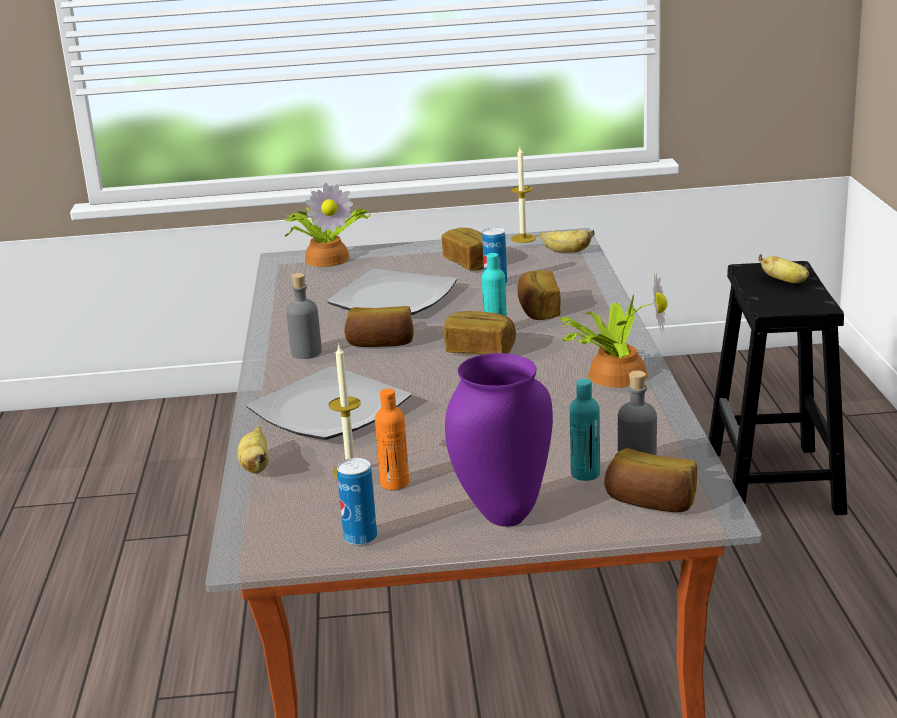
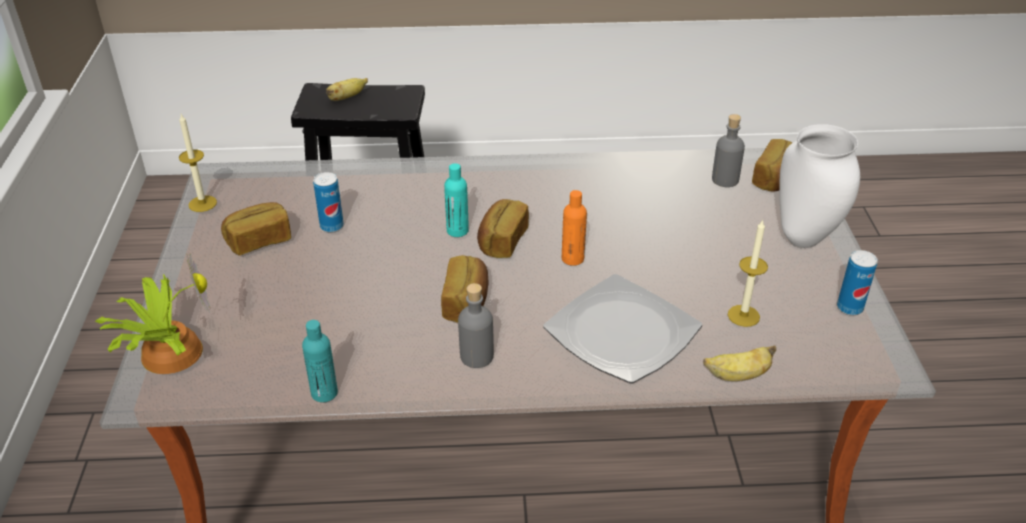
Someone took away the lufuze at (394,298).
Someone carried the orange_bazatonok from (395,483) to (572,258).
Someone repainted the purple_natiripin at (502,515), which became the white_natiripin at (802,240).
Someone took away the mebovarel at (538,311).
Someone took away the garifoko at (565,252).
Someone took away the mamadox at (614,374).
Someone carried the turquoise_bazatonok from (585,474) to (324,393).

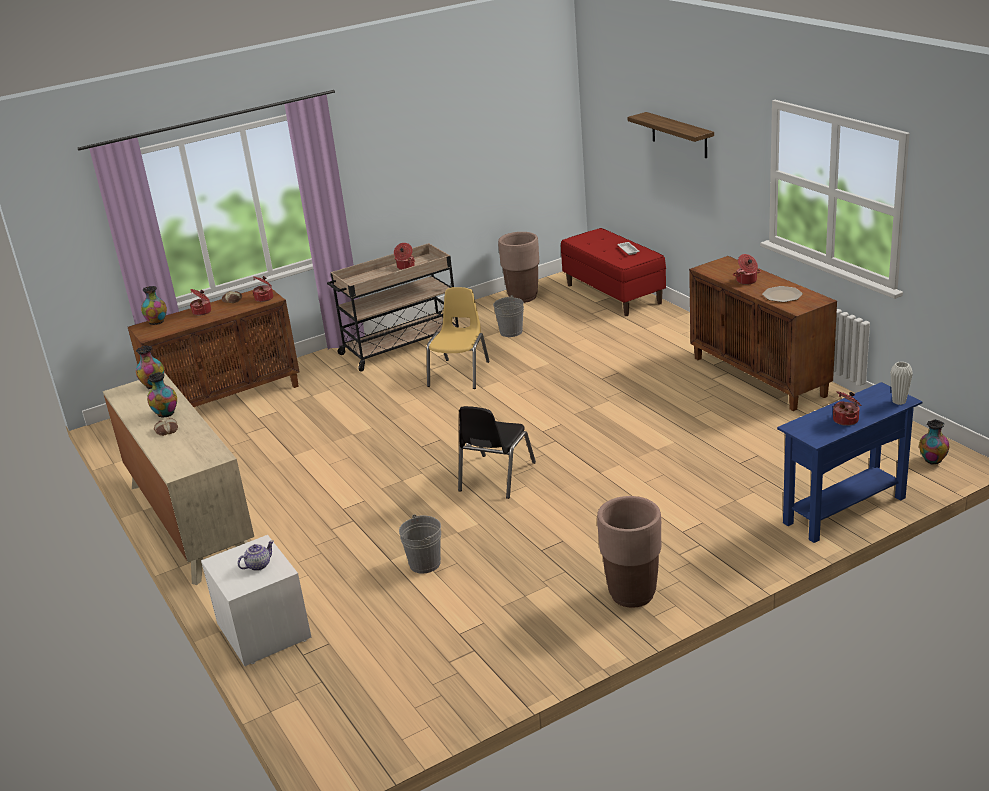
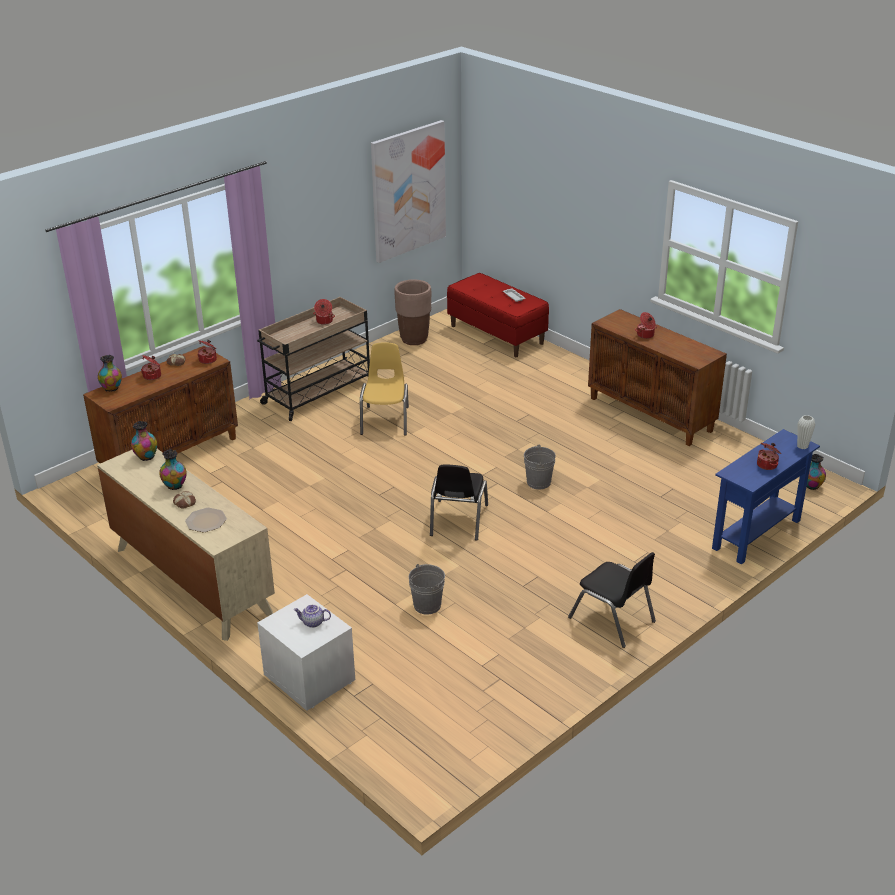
Someone rotated the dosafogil at (258,565) by 120 degrees counterclockwise.
Someone carried the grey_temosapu from (511,332) to (538,482).
Someone swapped the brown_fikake at (632,594) for the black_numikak at (612,620).
Someone took away the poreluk at (679,135).
Someone carried the lufuze from (781,295) to (205,521).
Someone put up the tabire at (408,191).

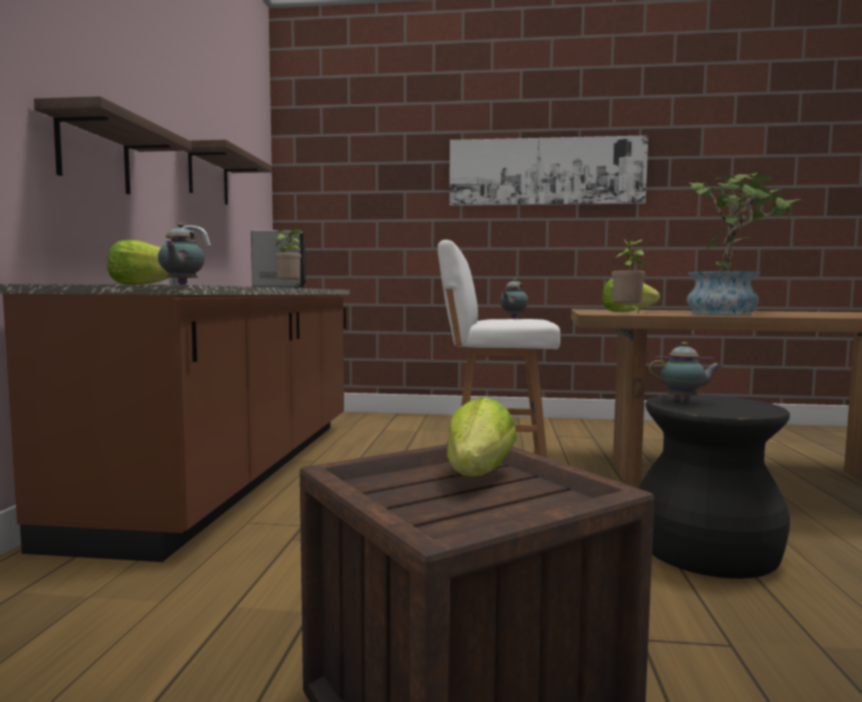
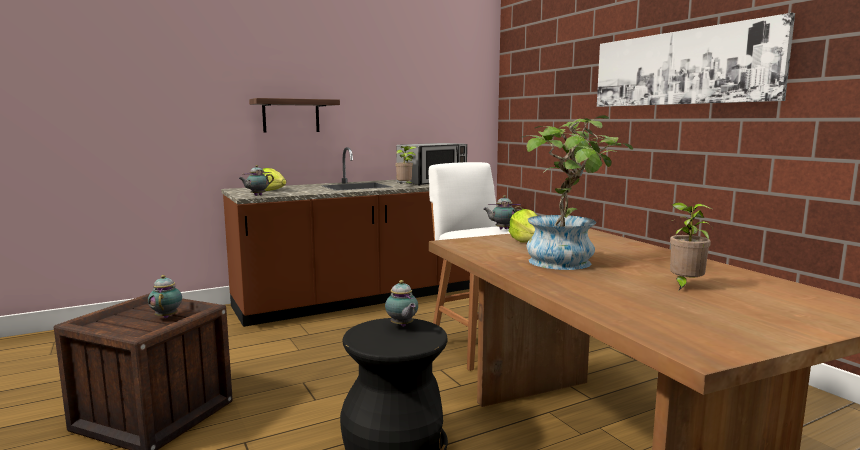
Someone took away the poreluk at (208,176).
Someone swapped the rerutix at (478,474) for the dosafogil at (167,316).
Someone carried the mamadox from (627,313) to (684,286).

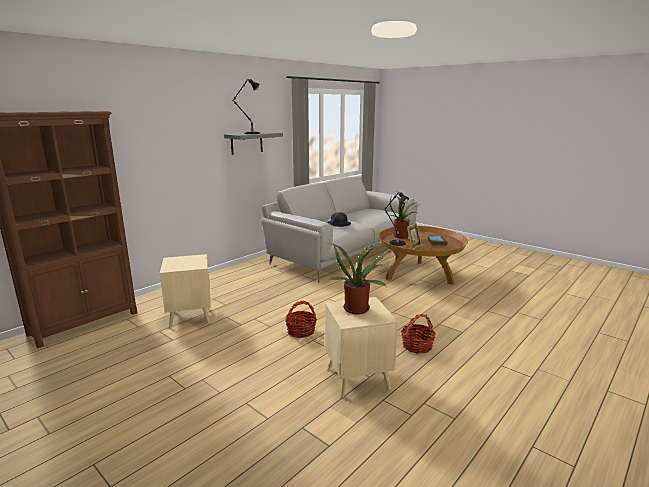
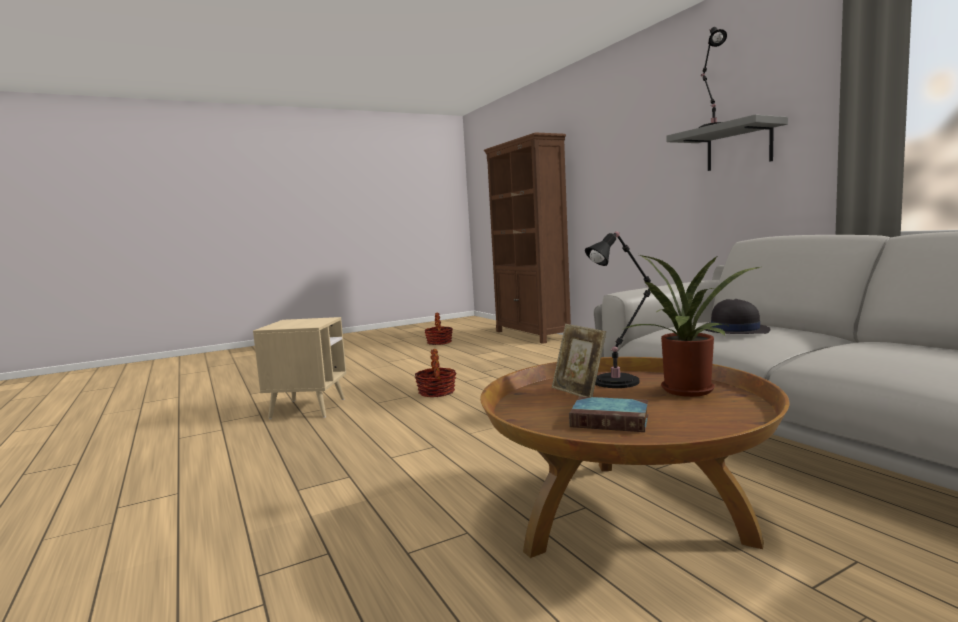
Someone took away the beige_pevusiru at (190,316).
Someone took away the mamadox at (358,308).
Someone carried the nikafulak from (417,346) to (439,342).

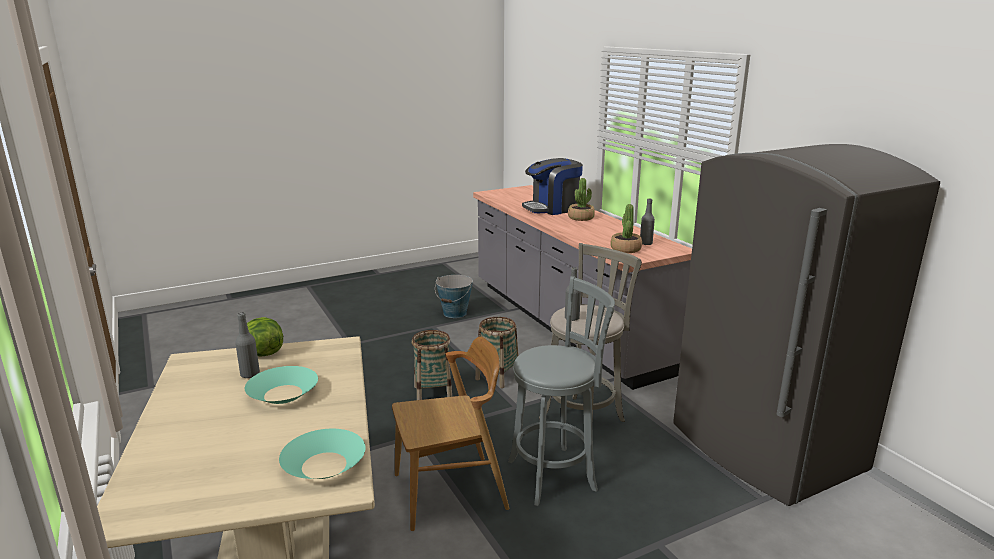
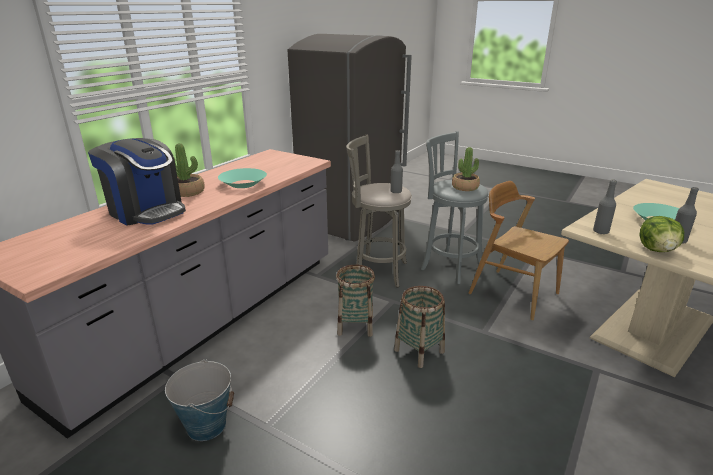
Someone carried the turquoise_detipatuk from (324,465) to (243,184).
Someone carried the mamadox from (625,249) to (465,187).
Someone carried the grey_bazatonok from (646,243) to (600,231).

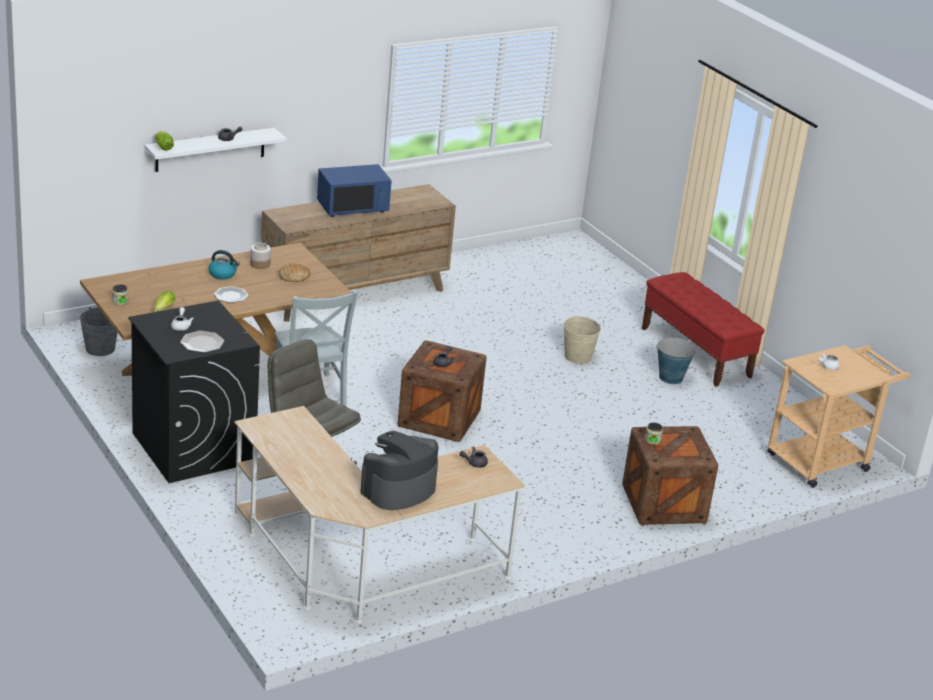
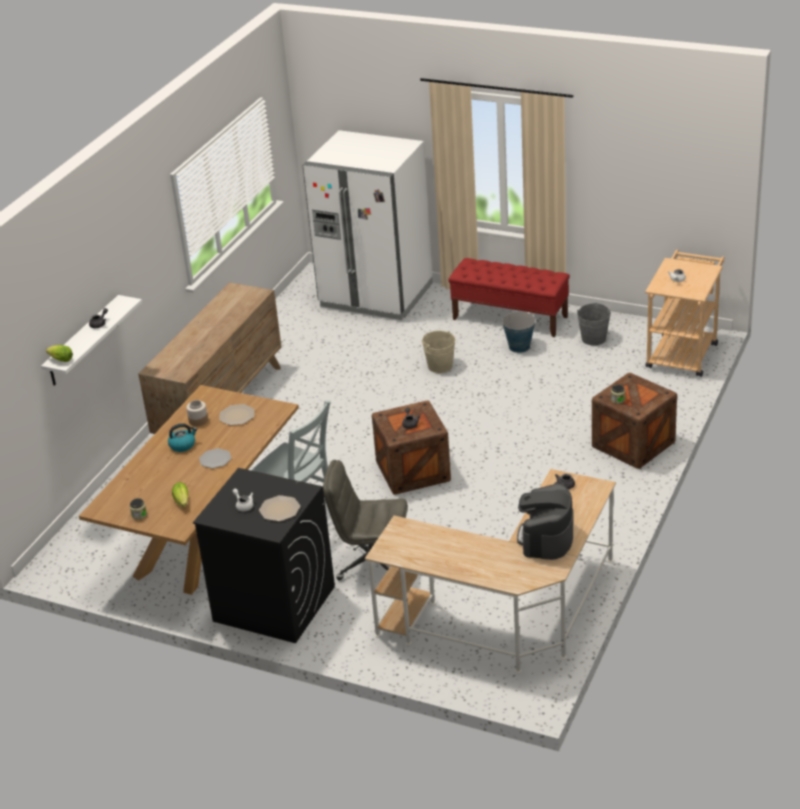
Someone carried the grey_temosapu from (100,349) to (593,338).
Someone swapped the mebovarel at (293,276) for the lufuze at (236,415).
Someone took away the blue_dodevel at (353,207).
Someone put down the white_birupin at (376,296).

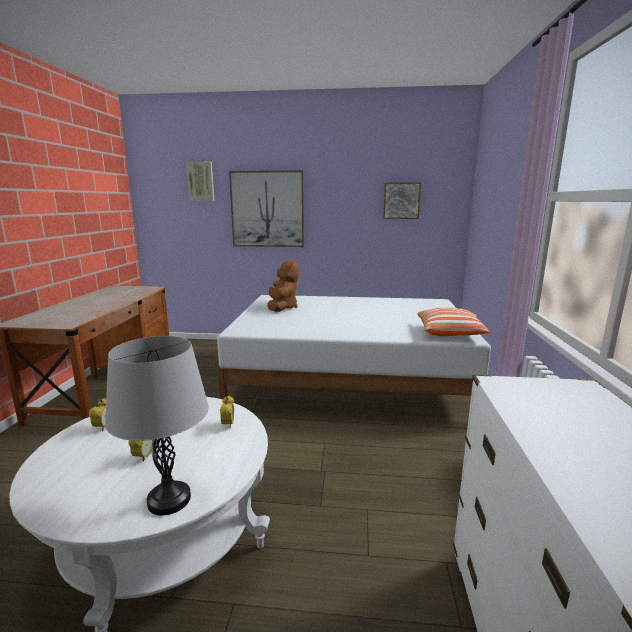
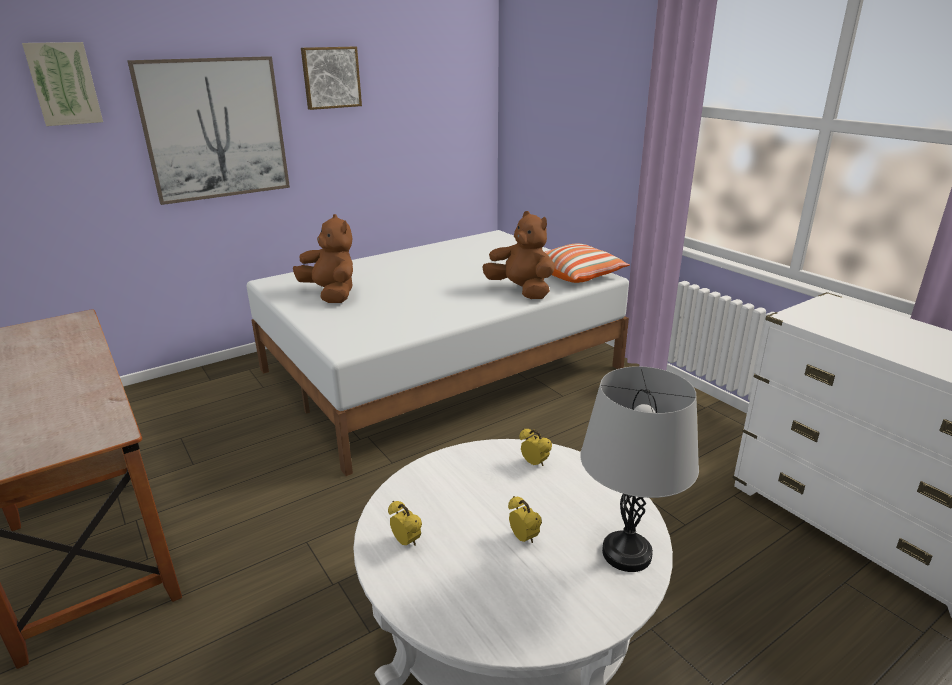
Someone carried the tabire from (401,200) to (331,77).
Someone put down the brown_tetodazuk at (521,291).

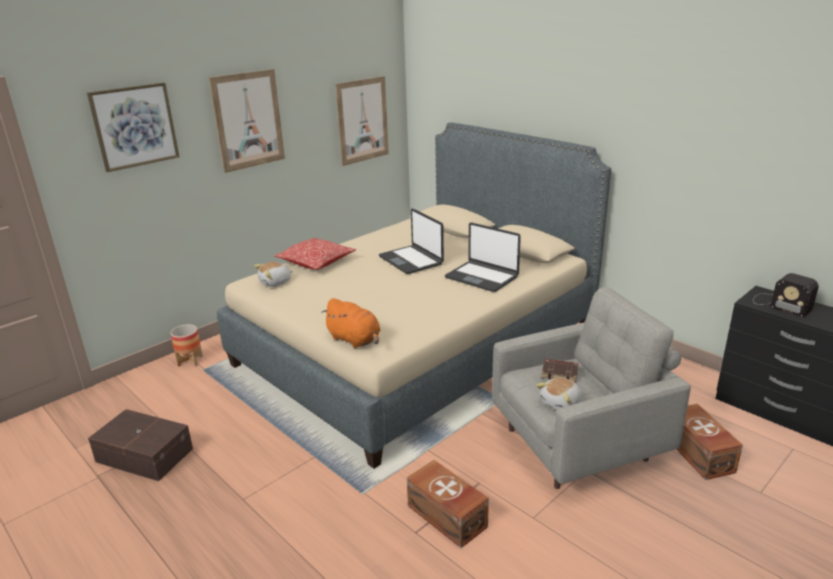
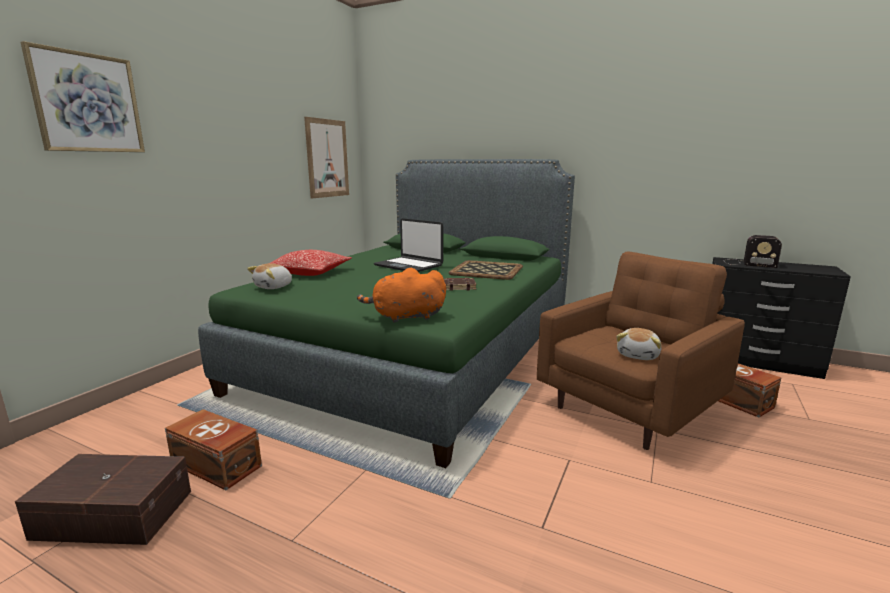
Someone took away the fikake at (190,361).
Someone took away the tabire at (248,120).
Someone repainted the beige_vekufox at (417,345), which became the green_vekufox at (417,354).
Someone rotated the orange_tetodazuk at (355,340) by 150 degrees clockwise.
Someone carried the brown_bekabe from (447,517) to (216,466).
Someone swapped the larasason at (482,277) for the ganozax at (487,270).
Someone repainted the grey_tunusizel at (580,444), which became the brown_tunusizel at (631,408).
Someone carried the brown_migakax from (560,373) to (459,287).

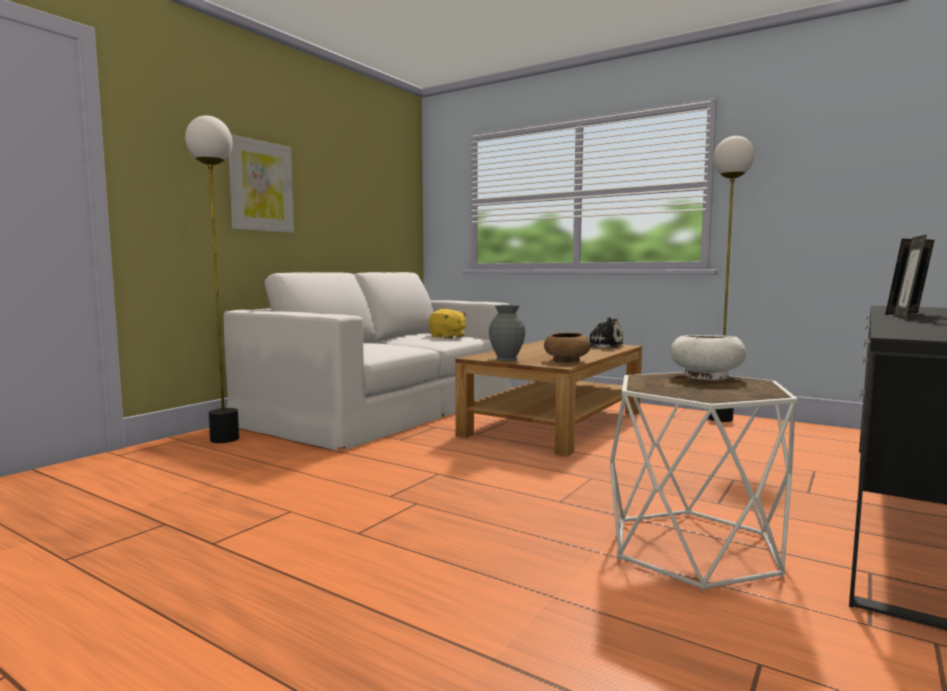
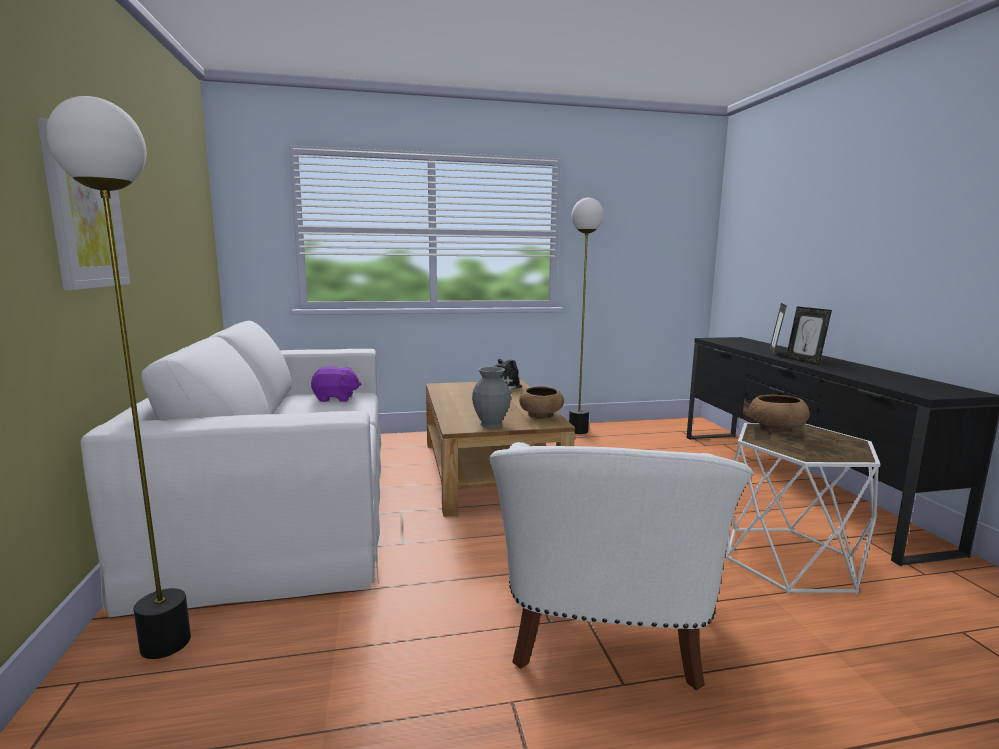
Someone repainted the yellow_tetodazuk at (447,336), which became the purple_tetodazuk at (335,398).
Someone repainted the white_detipatuk at (705,377), which became the brown_detipatuk at (775,429).
Someone put down the white_tunusizel at (603,631).

